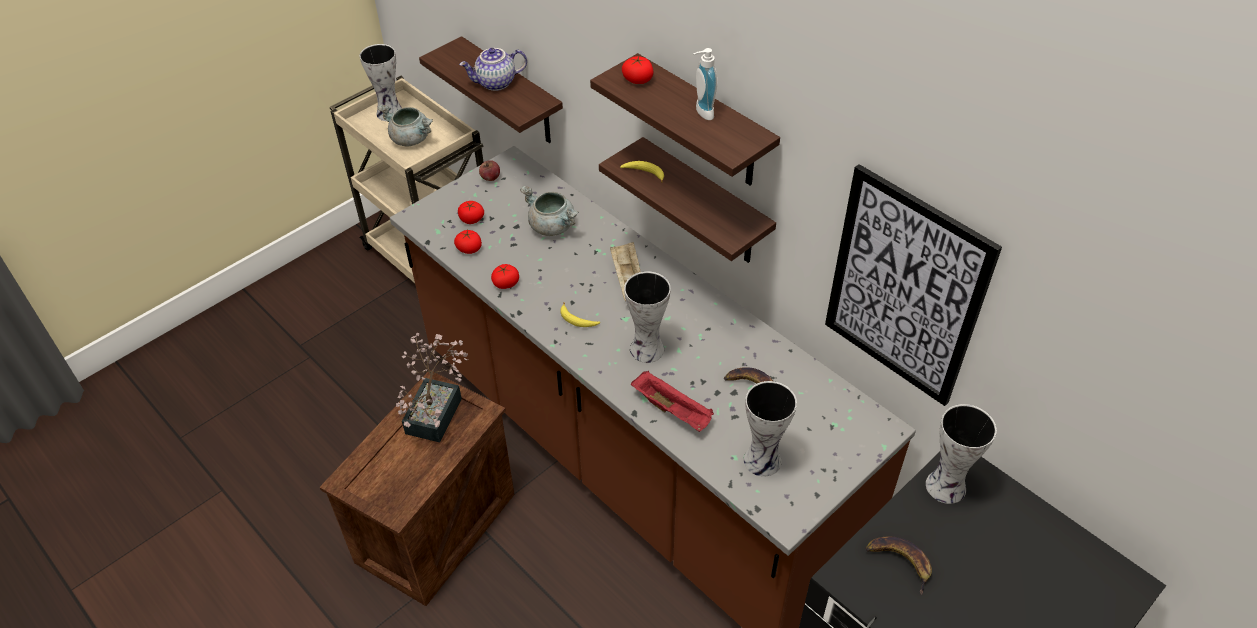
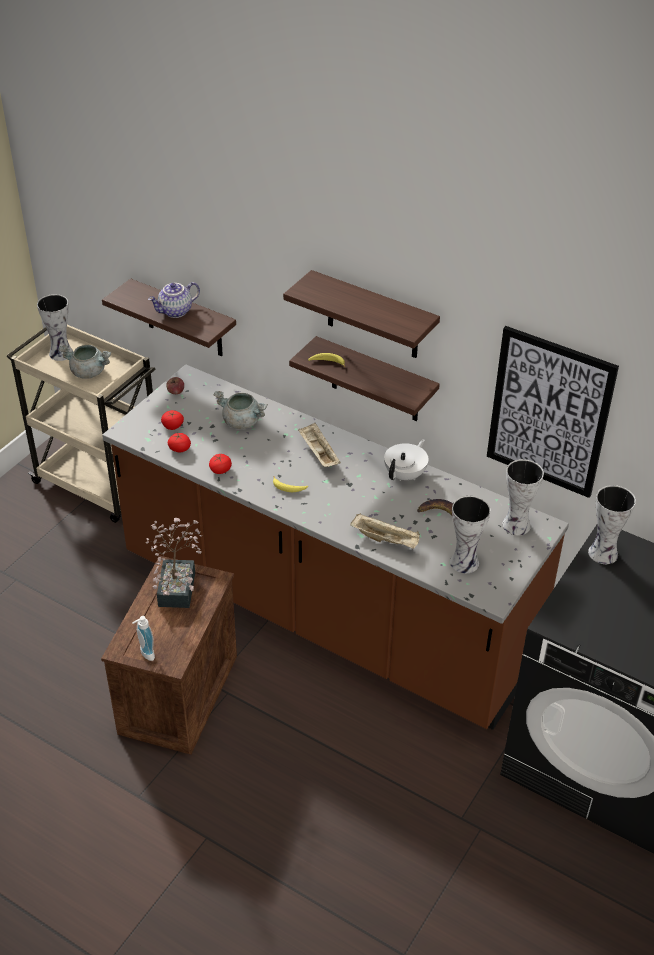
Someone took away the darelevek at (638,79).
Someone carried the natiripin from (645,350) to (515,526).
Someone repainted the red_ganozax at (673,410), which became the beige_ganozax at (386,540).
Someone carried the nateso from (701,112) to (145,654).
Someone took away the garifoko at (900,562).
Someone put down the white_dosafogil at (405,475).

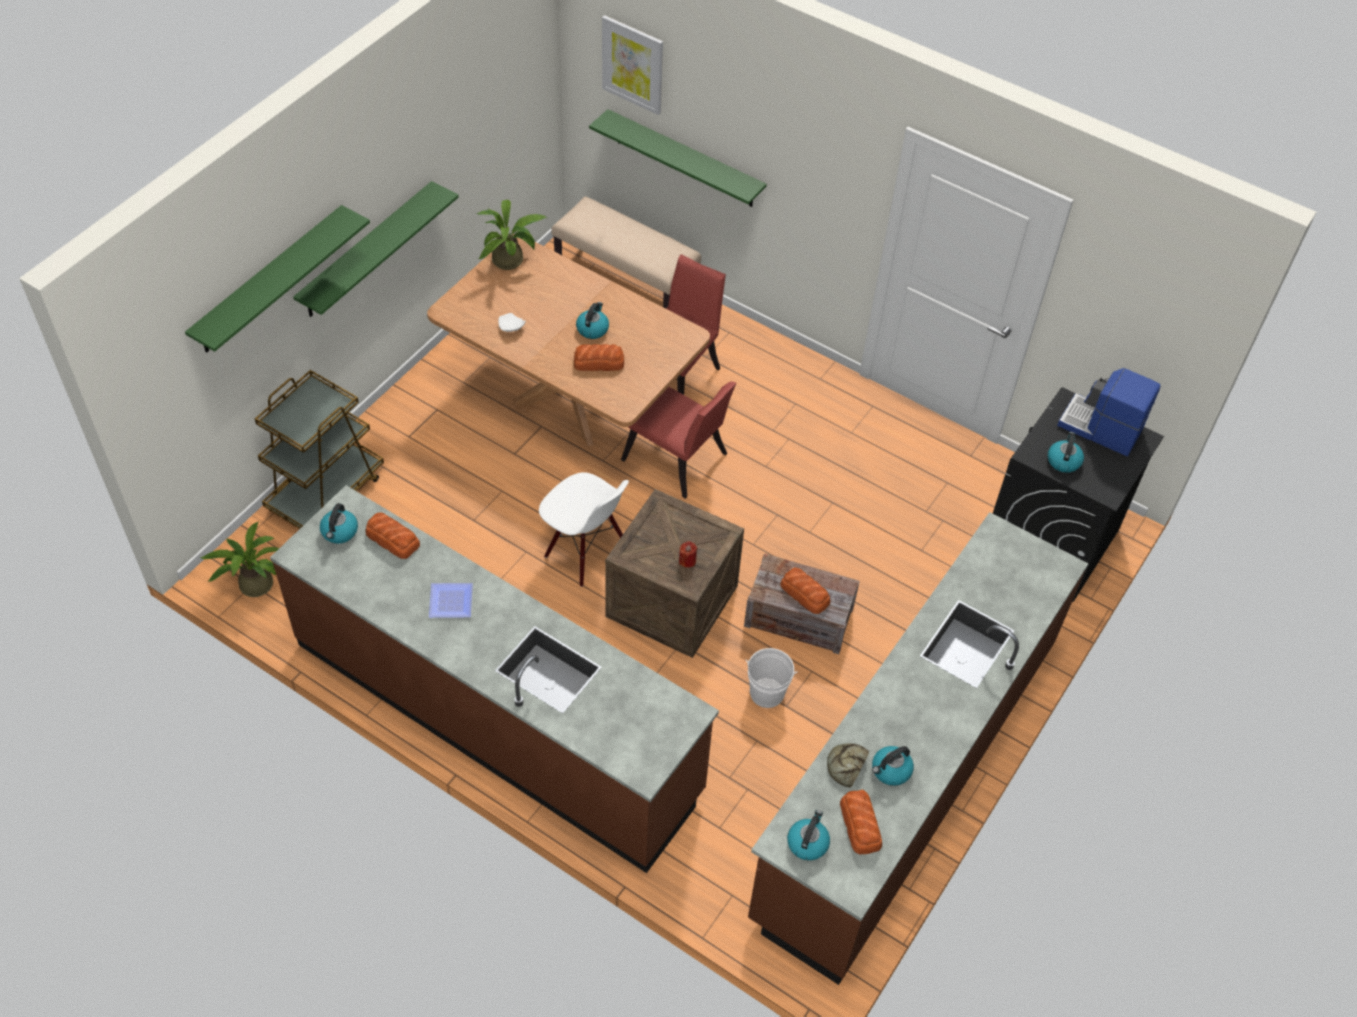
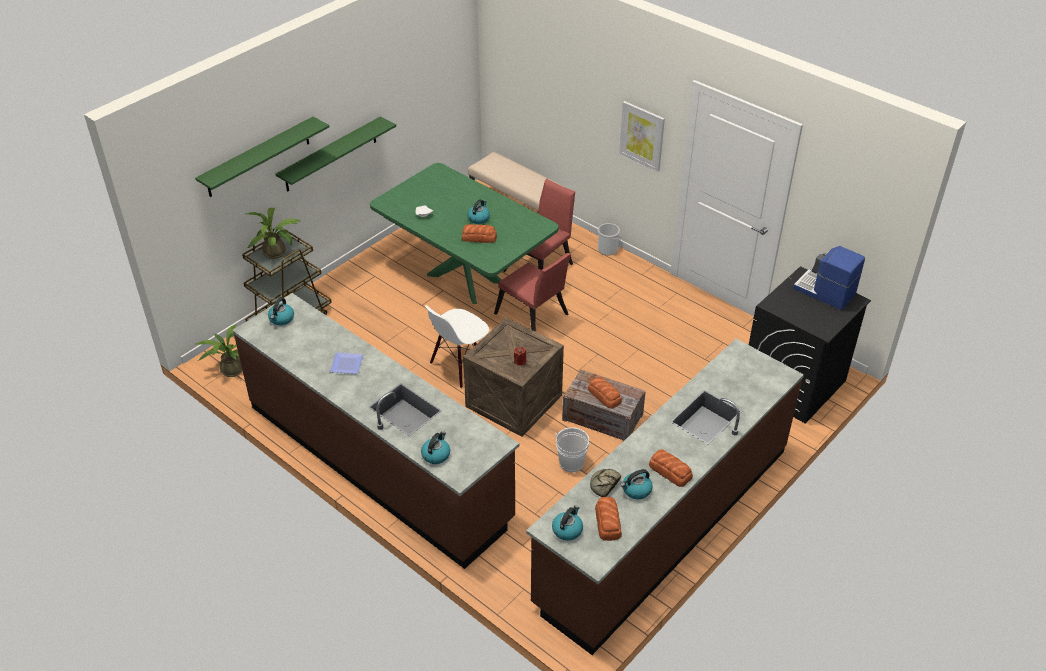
Someone carried the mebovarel from (392,538) to (670,471).
Someone repainted the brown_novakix at (570,403), which became the green_novakix at (465,278).
Someone carried the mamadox from (512,260) to (277,253).
Someone rotated the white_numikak at (585,551) by 90 degrees clockwise.
Someone took away the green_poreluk at (685,159).
Someone carried the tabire from (633,64) to (642,135).
Someone carried the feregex from (1063,460) to (436,454).
Someone put down the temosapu at (607,249).

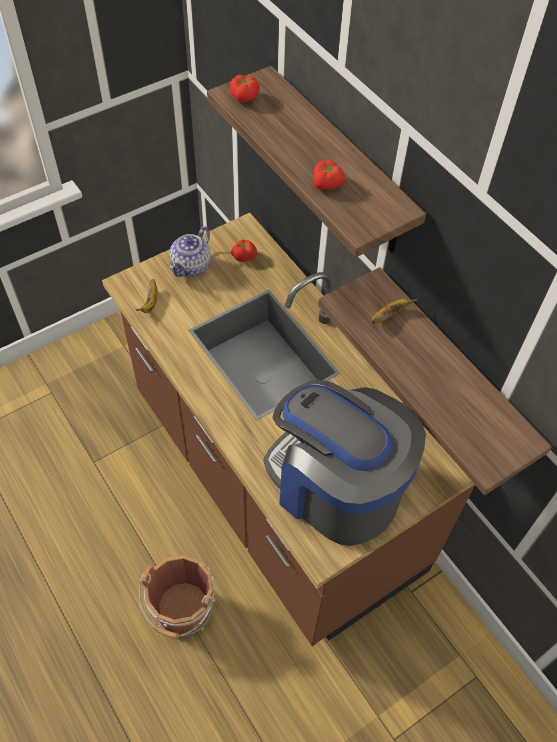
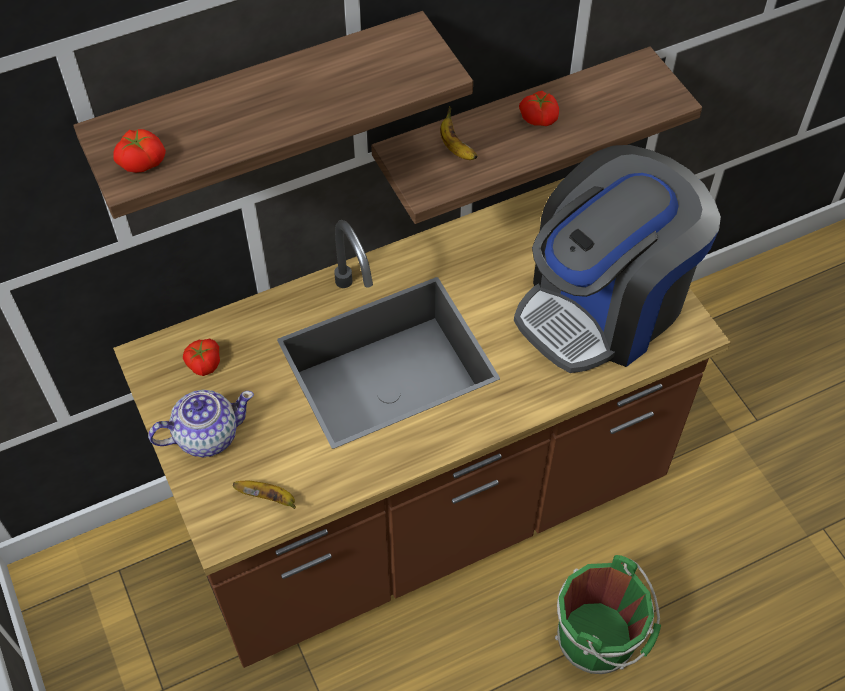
Someone repainted the brown_temosapu at (182,611), which became the green_temosapu at (599,639).
Someone rotated the dosafogil at (192,266) by 60 degrees counterclockwise.
Someone carried the darelevek from (327,184) to (539,117).

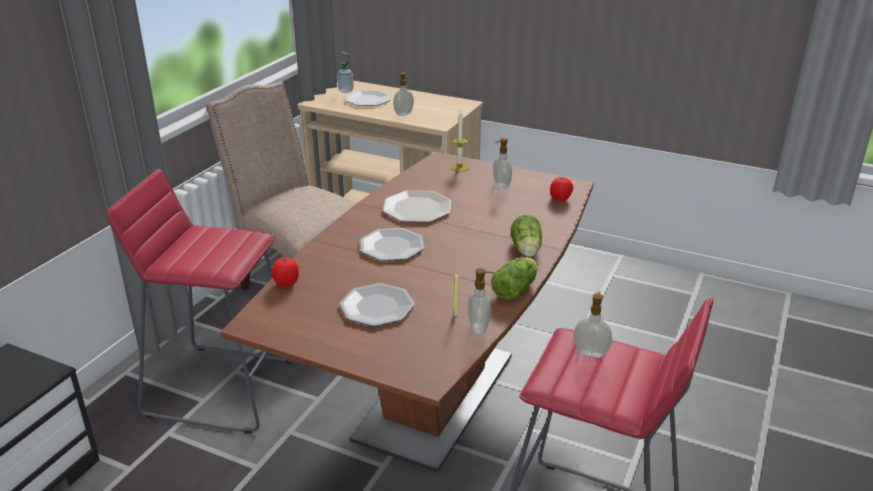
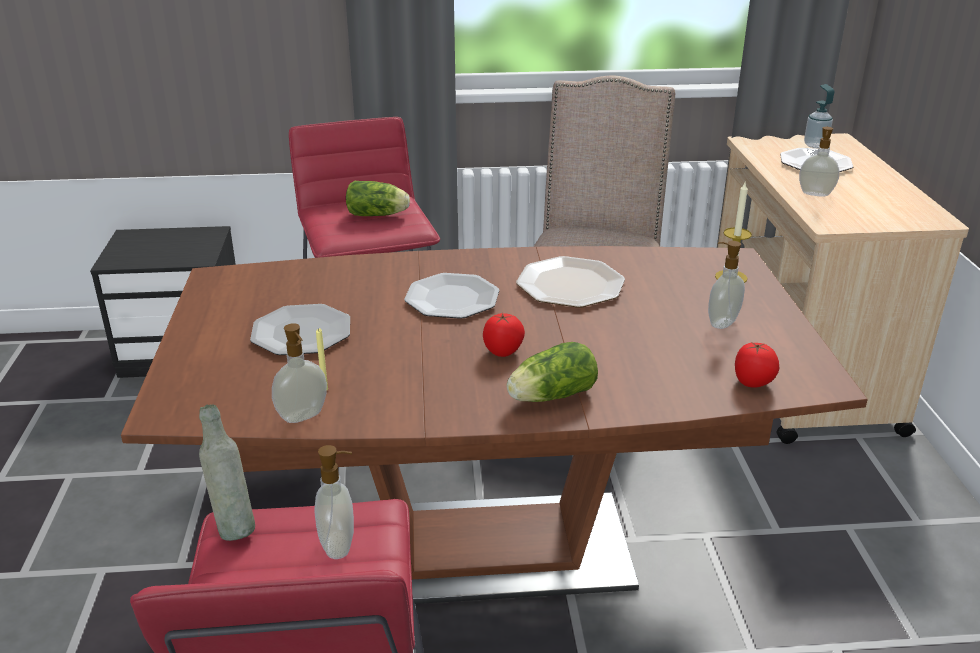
Someone carried the darelevek from (287,283) to (503,352).
Someone carried the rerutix from (516,289) to (379,215).
Someone put down the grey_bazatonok at (233,527).

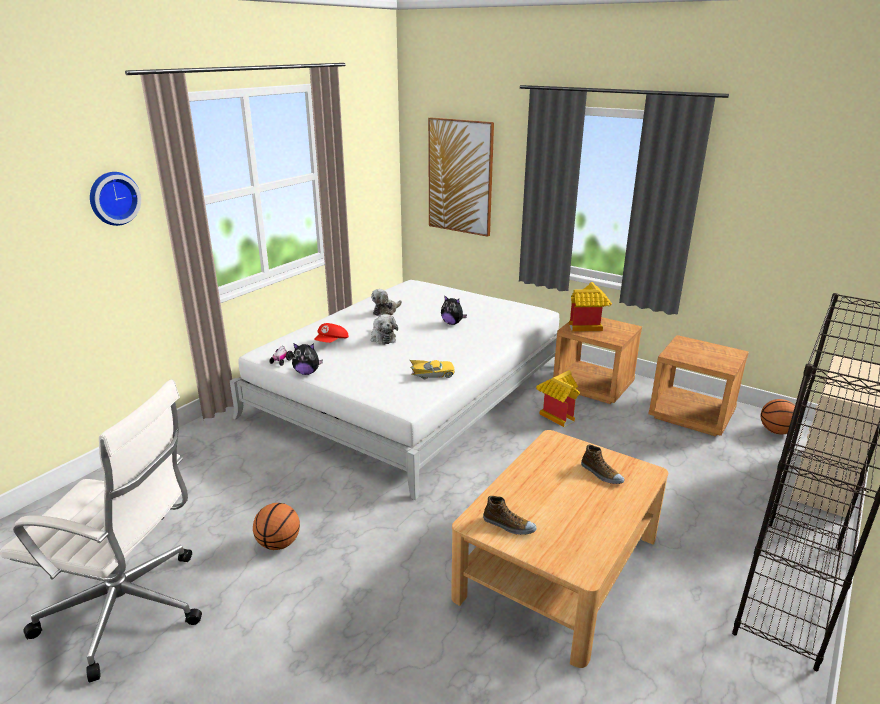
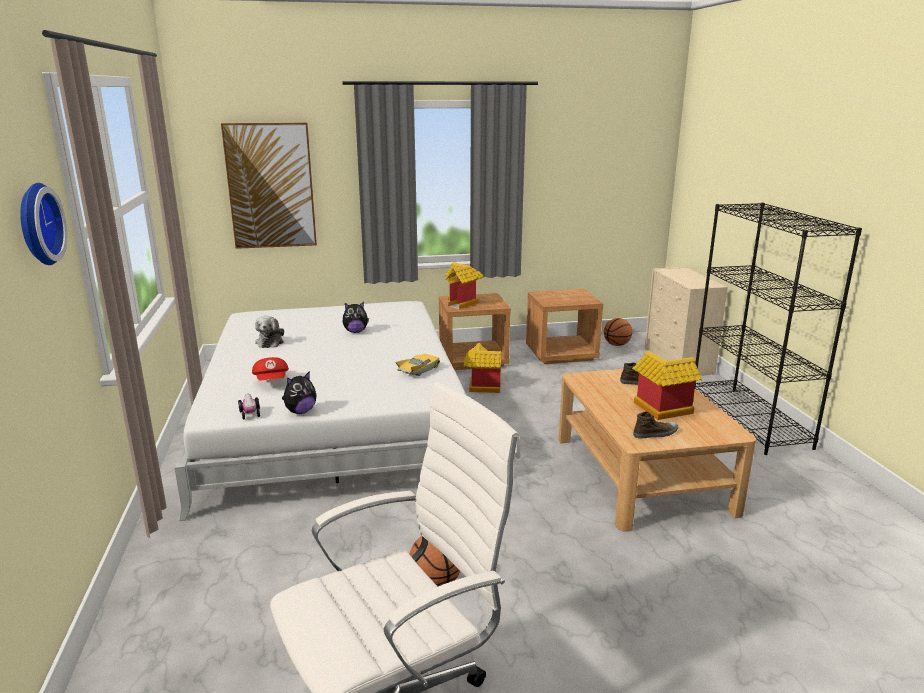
Someone took away the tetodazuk at (382,338).
Someone put down the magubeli at (660,410).

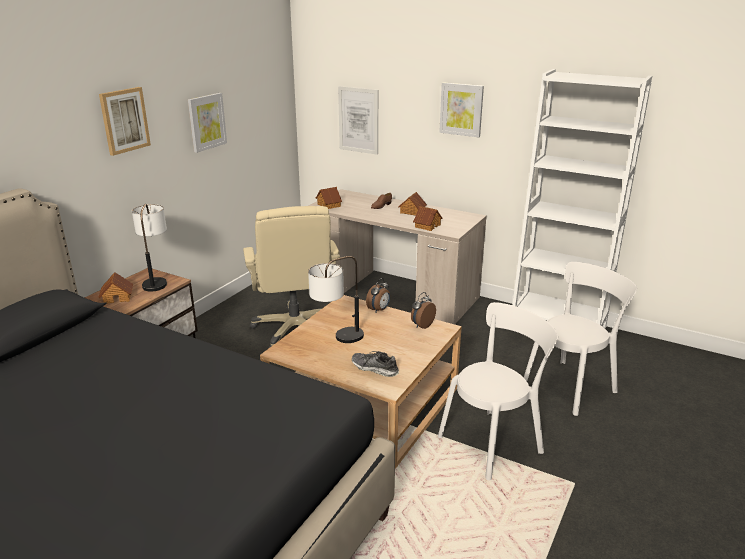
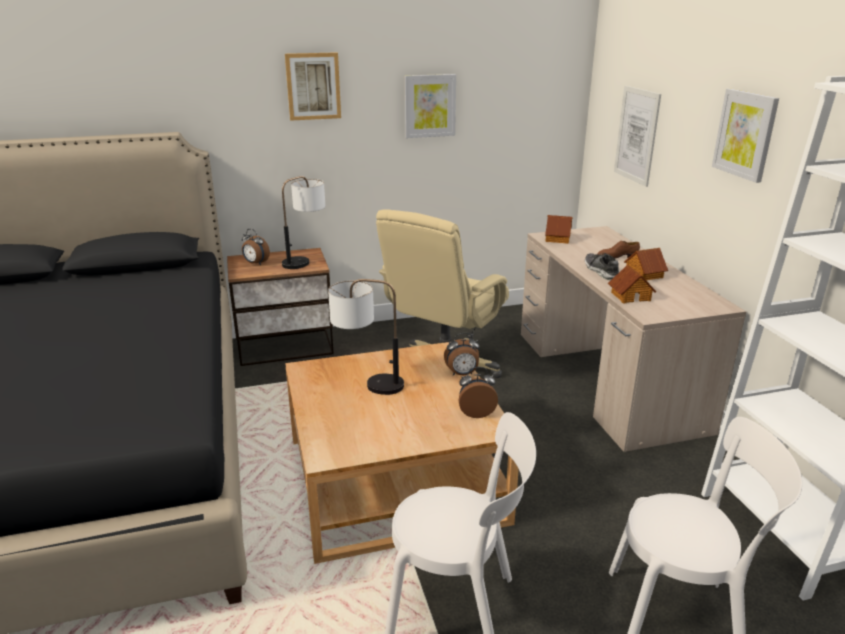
Someone swapped the magubeli at (118,297) for the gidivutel at (255,263).
Someone carried the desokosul from (374,369) to (601,272).

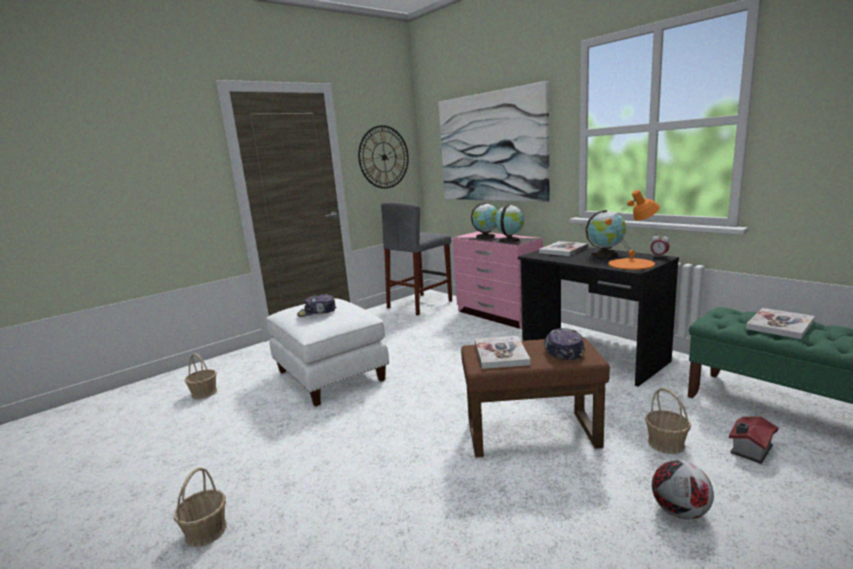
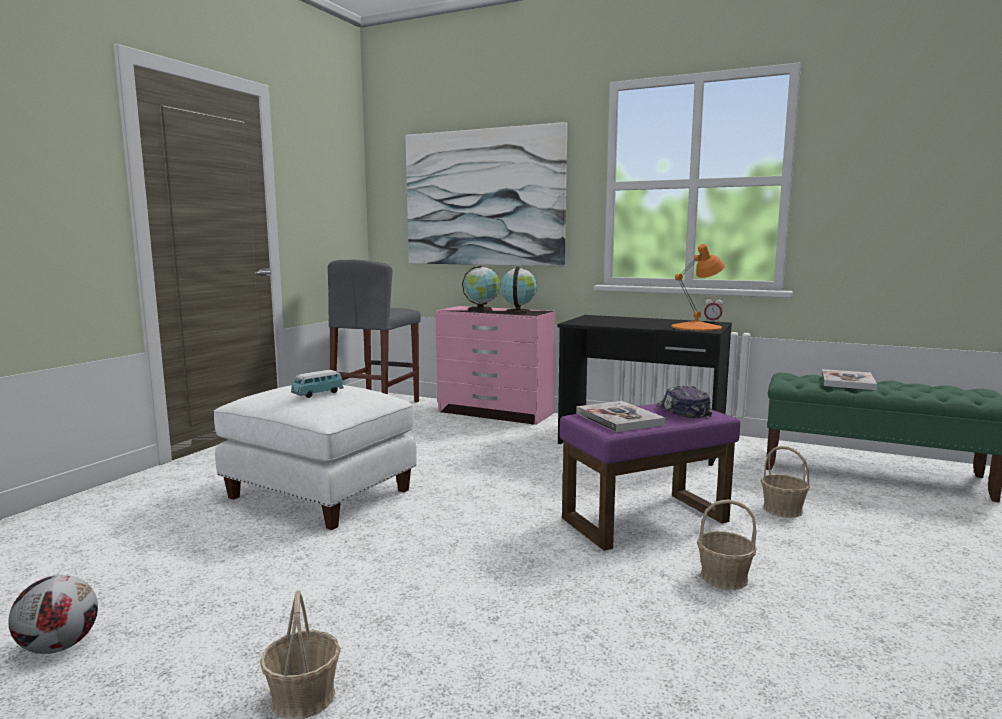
Someone carried the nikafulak from (204,393) to (723,577).
Someone swapped the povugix at (317,312) for the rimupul at (317,394).
Someone took away the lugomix at (384,157).
Someone repainted the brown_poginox at (530,434), which became the purple_poginox at (644,521).
Someone took away the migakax at (563,250).
Someone took away the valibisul at (605,254).
Someone carried the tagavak from (679,511) to (59,646).
Someone took away the magubeli at (749,449).

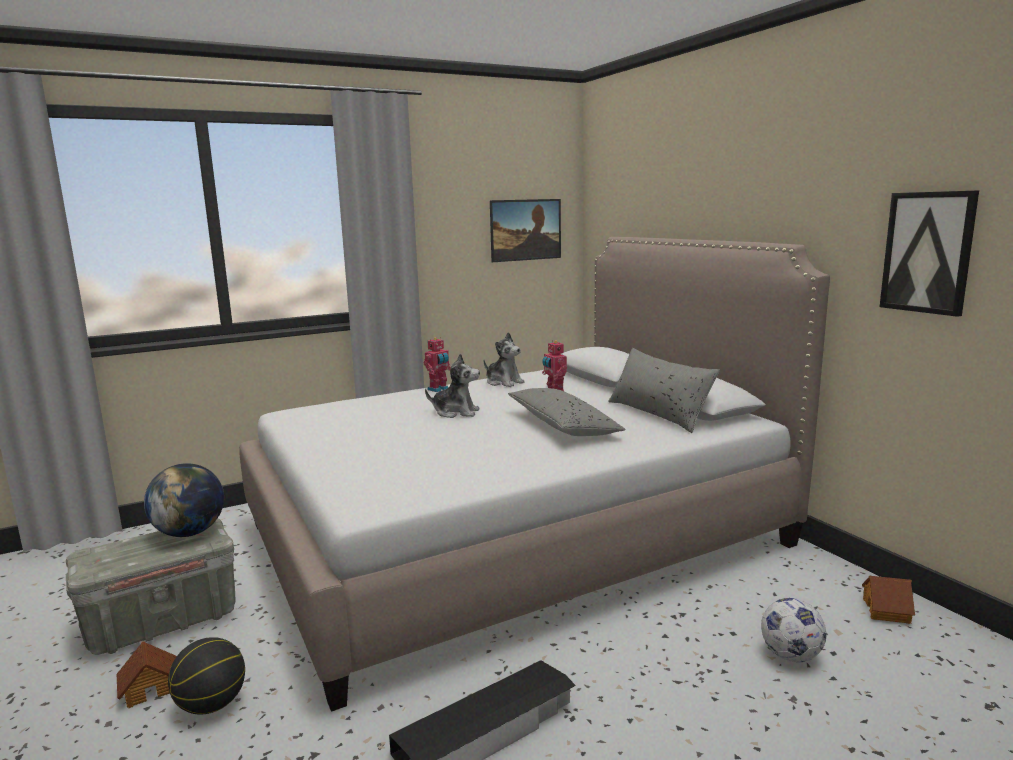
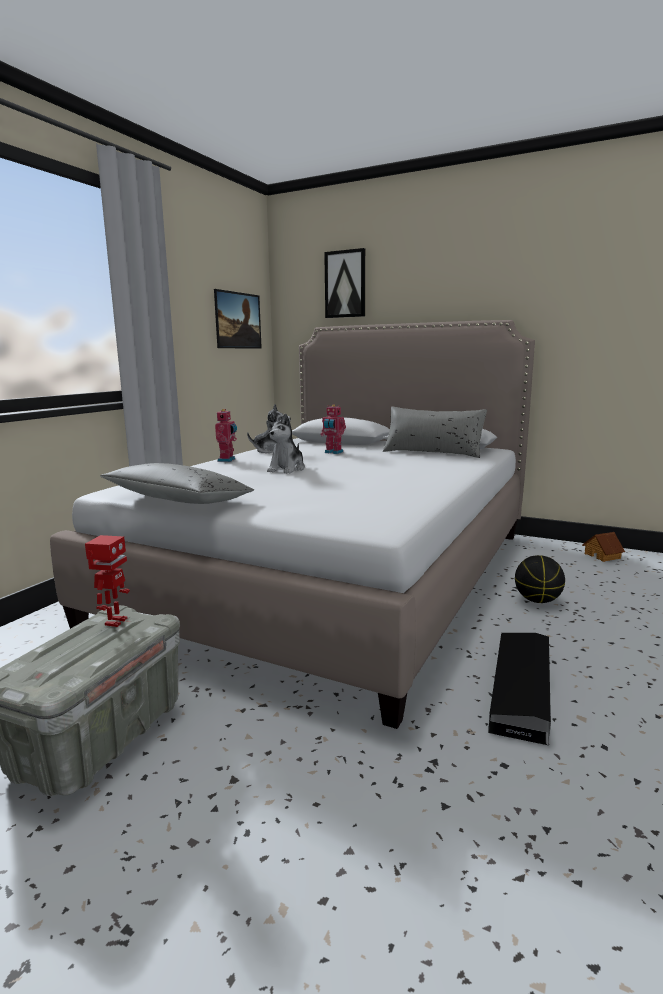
Someone took away the magubeli at (151,688).
Someone swapped the valibisul at (190,533) for the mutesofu at (114,622).
Someone carried the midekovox from (211,705) to (537,600).
Someone rotated the tetodazuk at (456,412) by 135 degrees clockwise.
Someone carried the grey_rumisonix from (563,426) to (177,500).
Someone took away the tagavak at (790,656).
Someone carried the tabire from (928,252) to (345,284).

